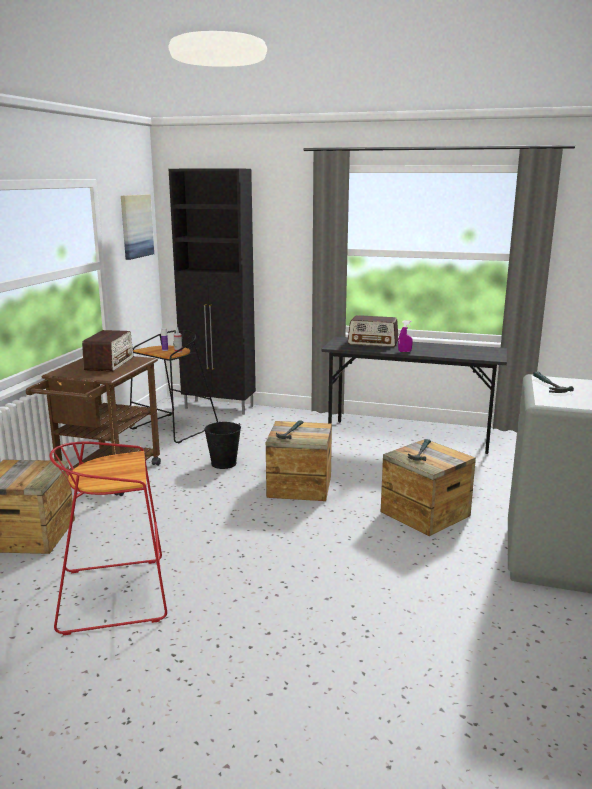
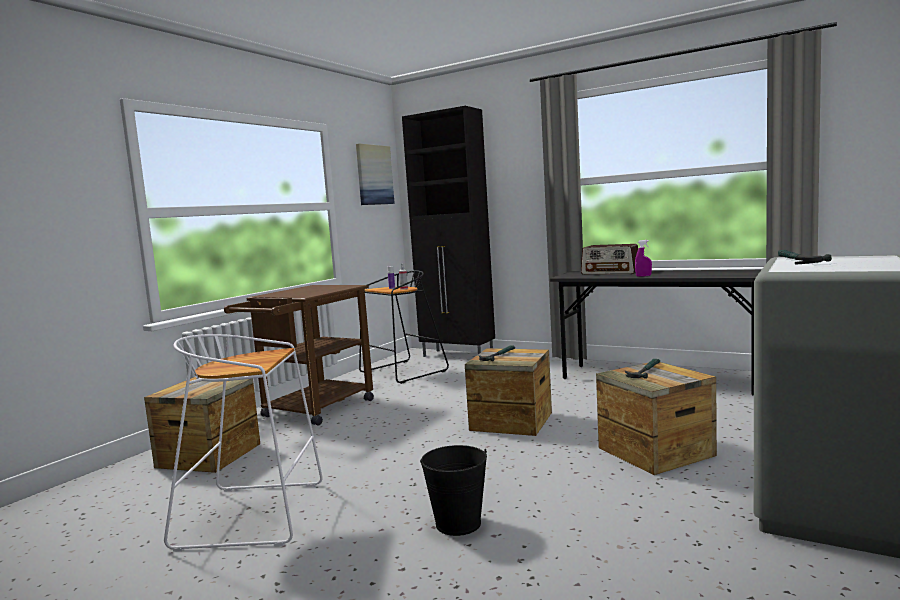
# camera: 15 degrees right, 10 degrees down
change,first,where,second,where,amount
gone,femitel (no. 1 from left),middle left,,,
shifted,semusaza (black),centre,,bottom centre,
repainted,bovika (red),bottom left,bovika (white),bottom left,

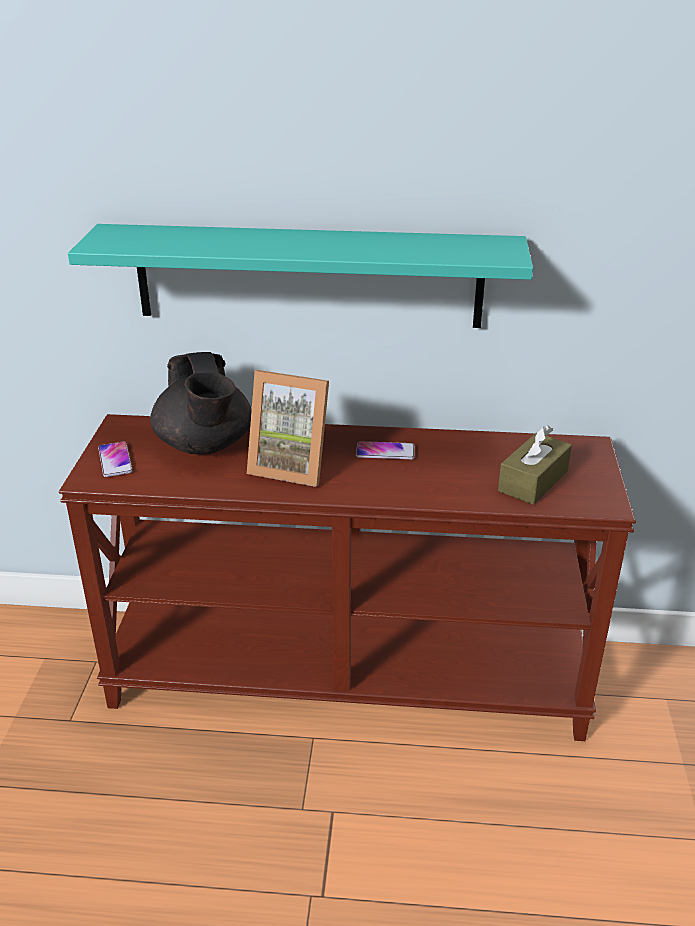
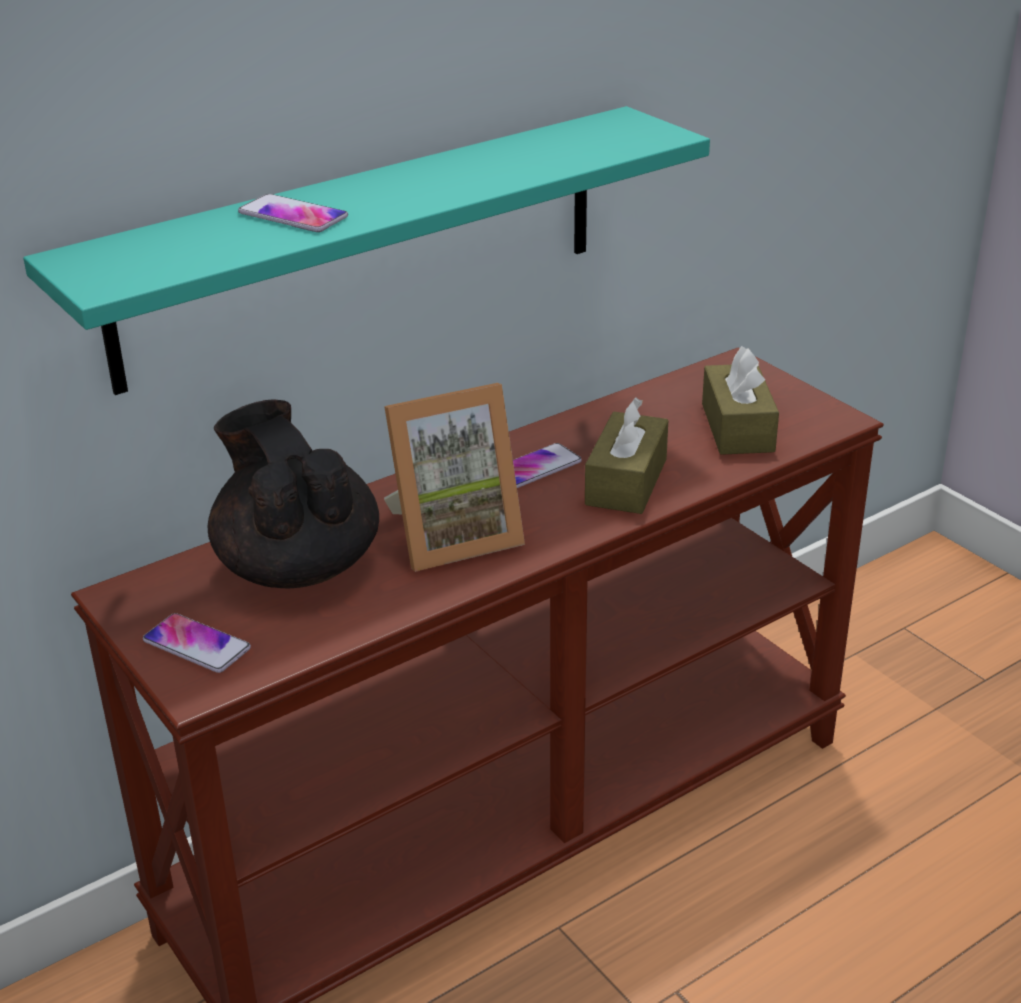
# camera: 40 degrees left, 0 degrees up
change,first,where,second,where,amount
rotated,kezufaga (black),middle left,,middle left,150 degrees counterclockwise
new,,,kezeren (no. 2 from left),top left,
new,,,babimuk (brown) (no. 1 from left),centre,

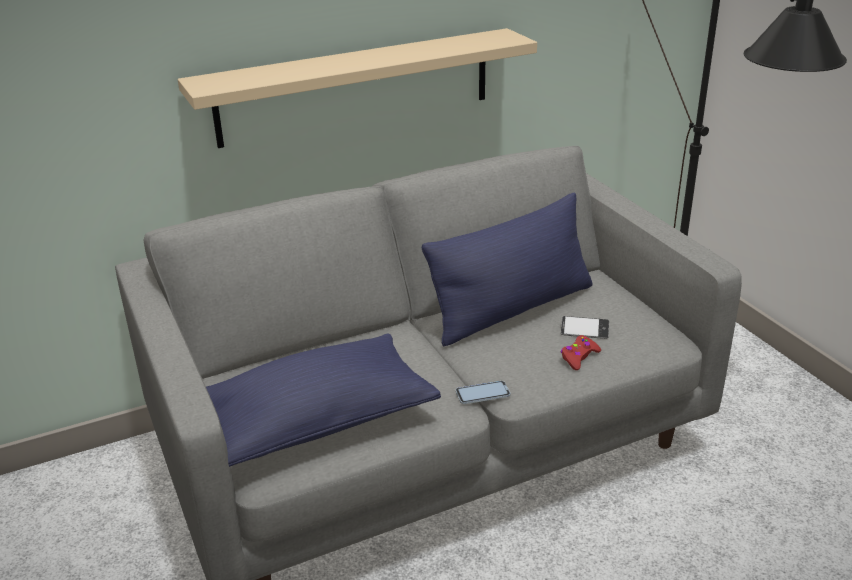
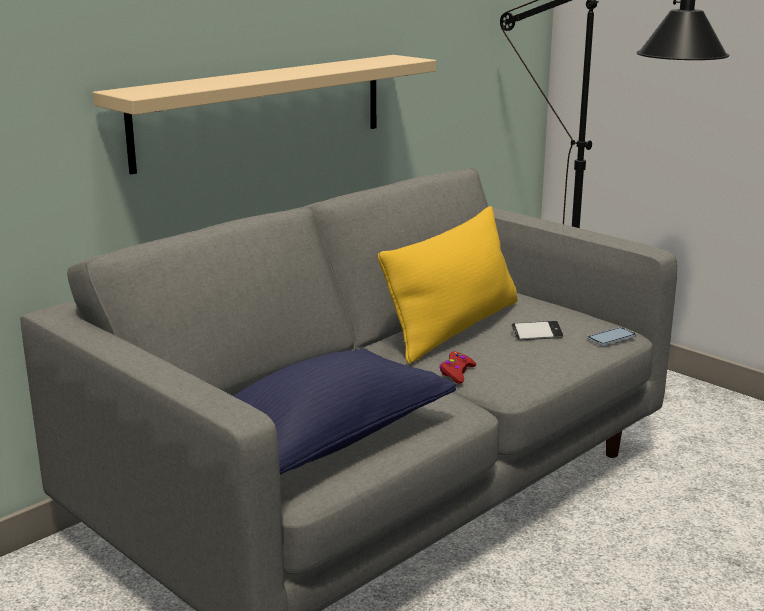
# camera: 20 degrees left, 10 degrees down
change,first,where,second,where,amount
repainted,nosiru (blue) (no. 2 from left),centre,nosiru (yellow),centre,
shifted,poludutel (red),middle right,,centre,
shifted,kezeren (no. 1 from left in the first image),bottom centre,kezeren (no. 2 from left),middle right,

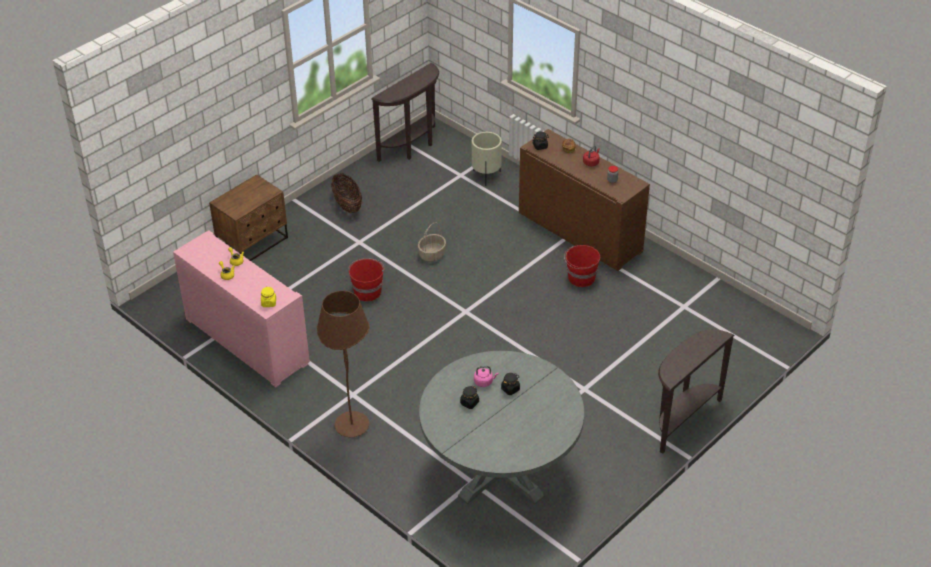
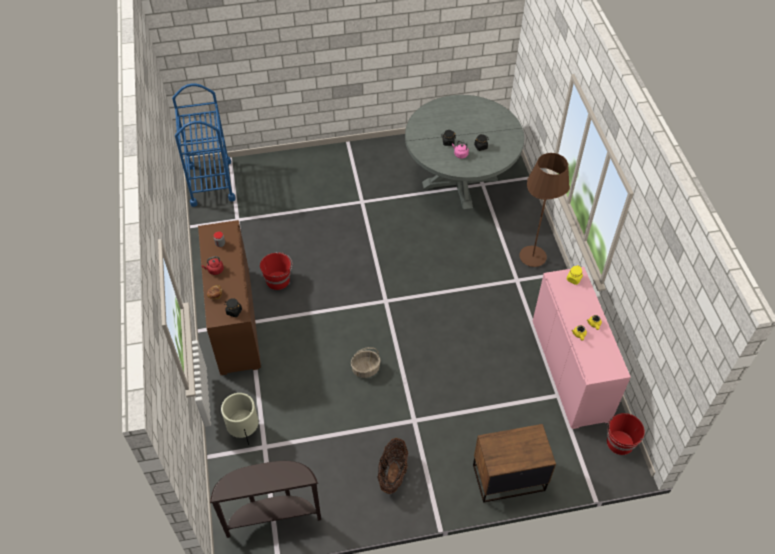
# camera: 145 degrees left, 10 degrees up
change,first,where,second,where,amount
shifted,semusaza (red) (no. 1 from left in the first image),centre,semusaza (red) (no. 2 from left),bottom right,
gone,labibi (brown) (no. 2 from left),bottom right,,,
new,,,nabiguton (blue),top left,

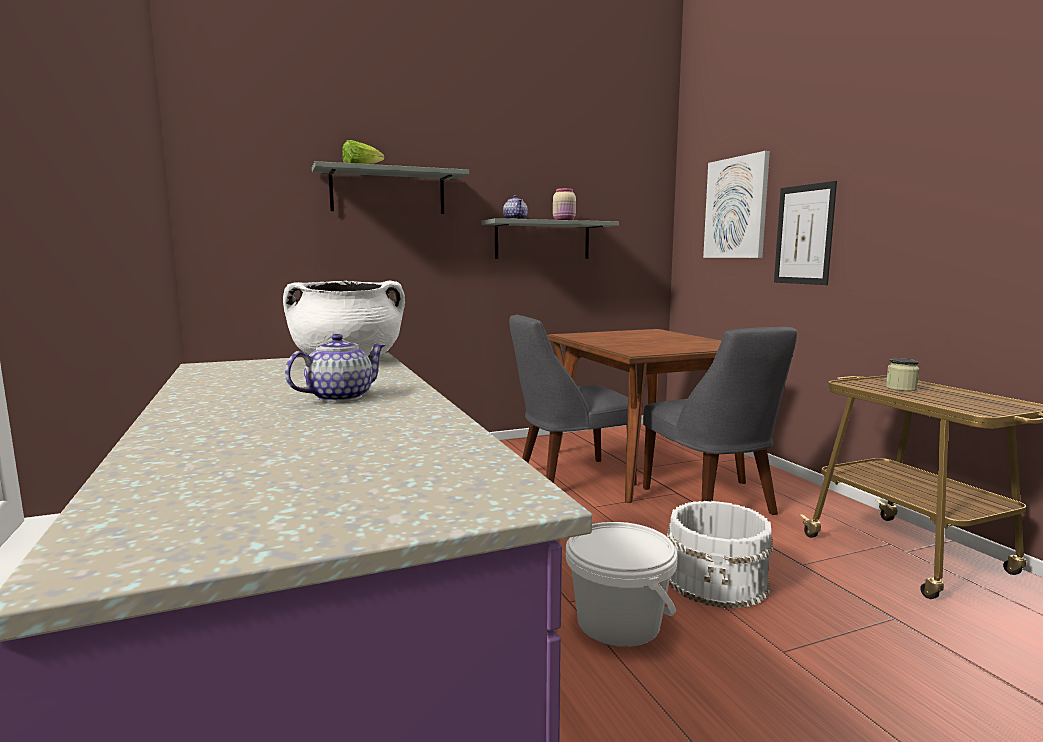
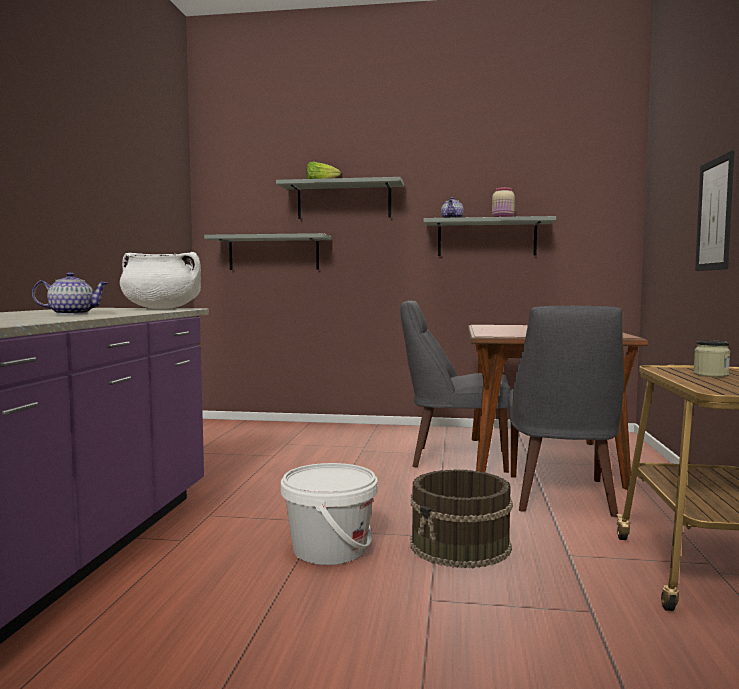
# camera: 30 degrees right, 5 degrees down
change,first,where,second,where,amount
gone,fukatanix (no. 1 from left),top right,,,
repainted,semusaza (white) (no. 2 from left),bottom right,semusaza (brown),bottom centre,
new,,,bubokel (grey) (no. 1 from left),centre,

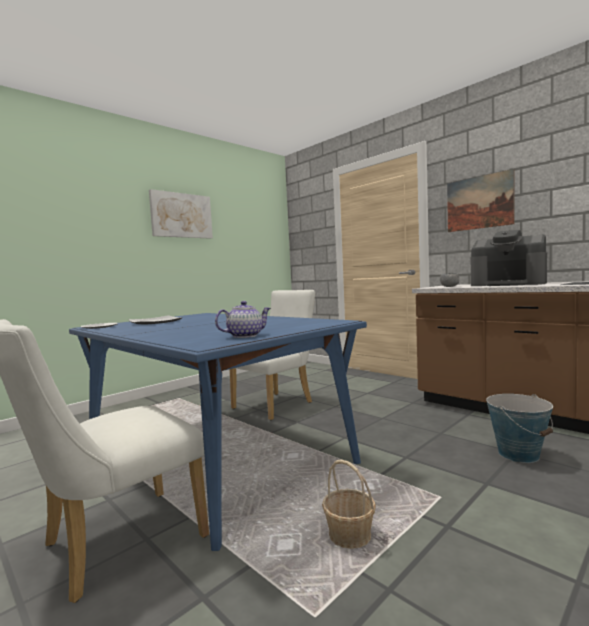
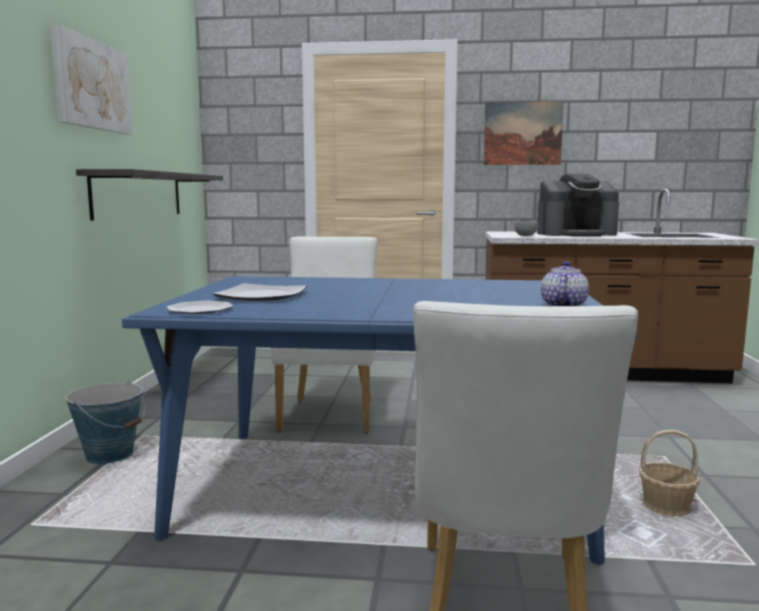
# camera: 40 degrees left, 5 degrees up
change,first,where,second,where,amount
shifted,semusaza,bottom right,,bottom left,
new,,,bubokel,top left,

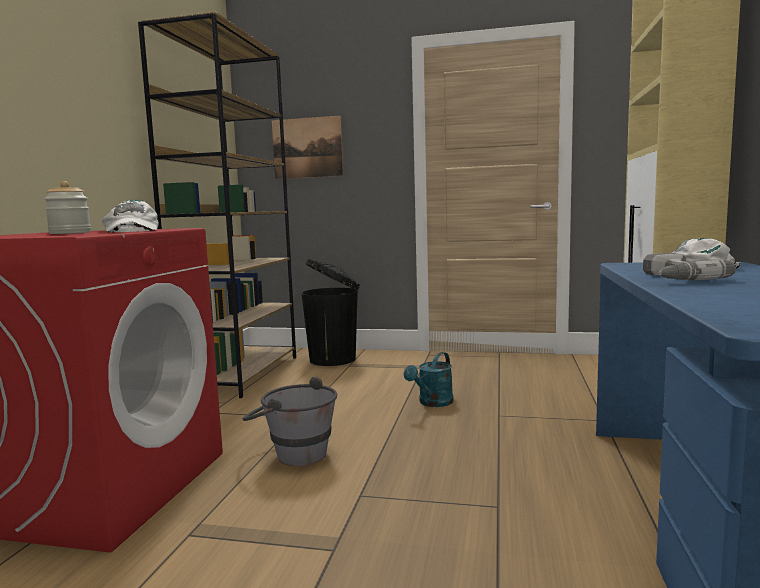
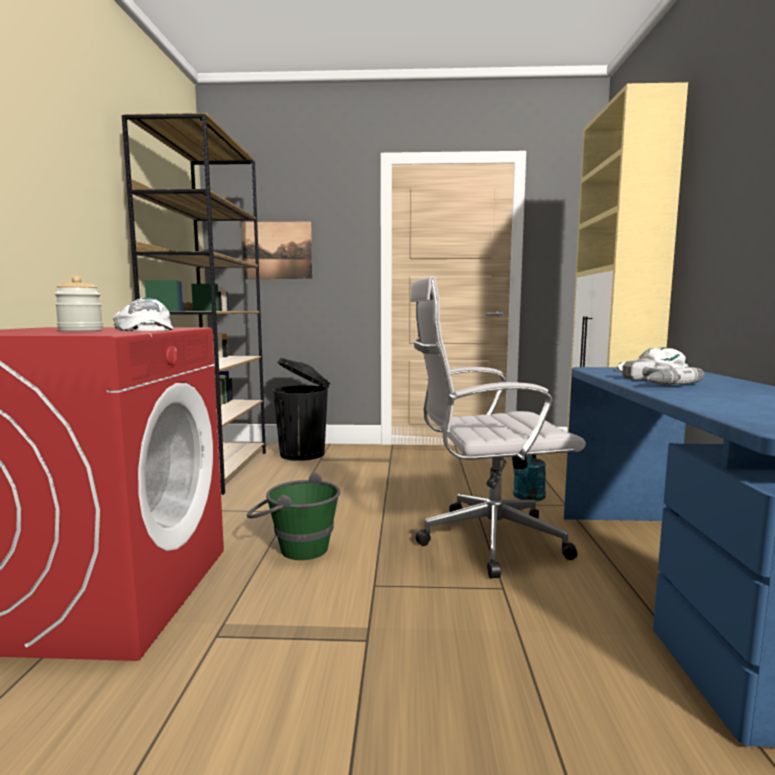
# camera: 10 degrees left, 0 degrees up
change,first,where,second,where,amount
shifted,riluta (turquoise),centre,,middle right,
repainted,semusaza (grey),bottom centre,semusaza (green),centre,
new,,,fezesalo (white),centre,

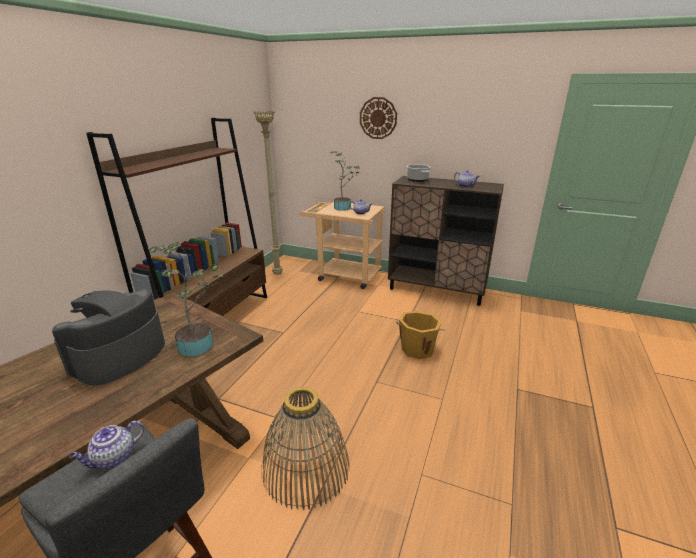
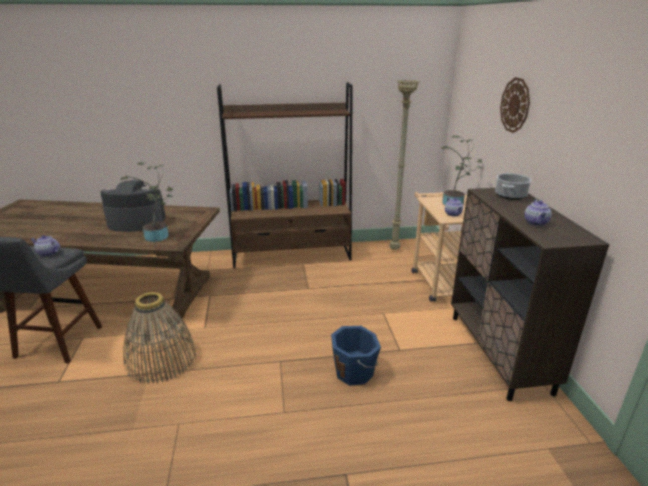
# camera: 60 degrees right, 0 degrees up
change,first,where,second,where,amount
repainted,semusaza (orange),centre,semusaza (blue),bottom centre,

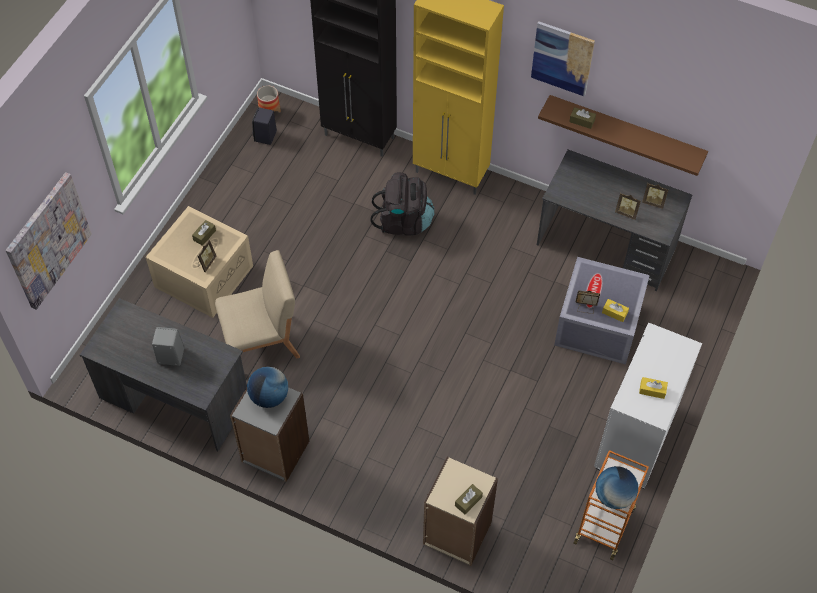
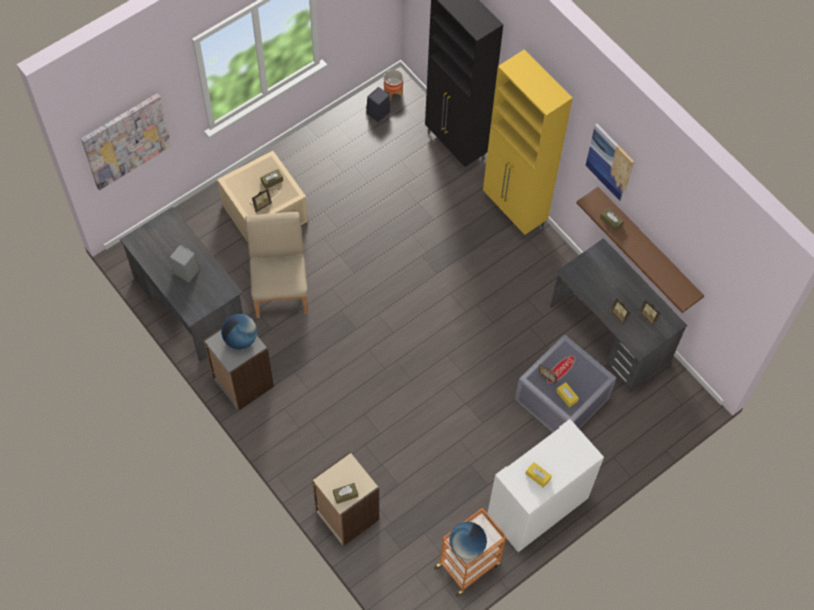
# camera: 25 degrees right, 5 degrees up
change,first,where,second,where,amount
gone,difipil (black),centre,,,
rotated,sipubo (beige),middle left,,centre,105 degrees counterclockwise

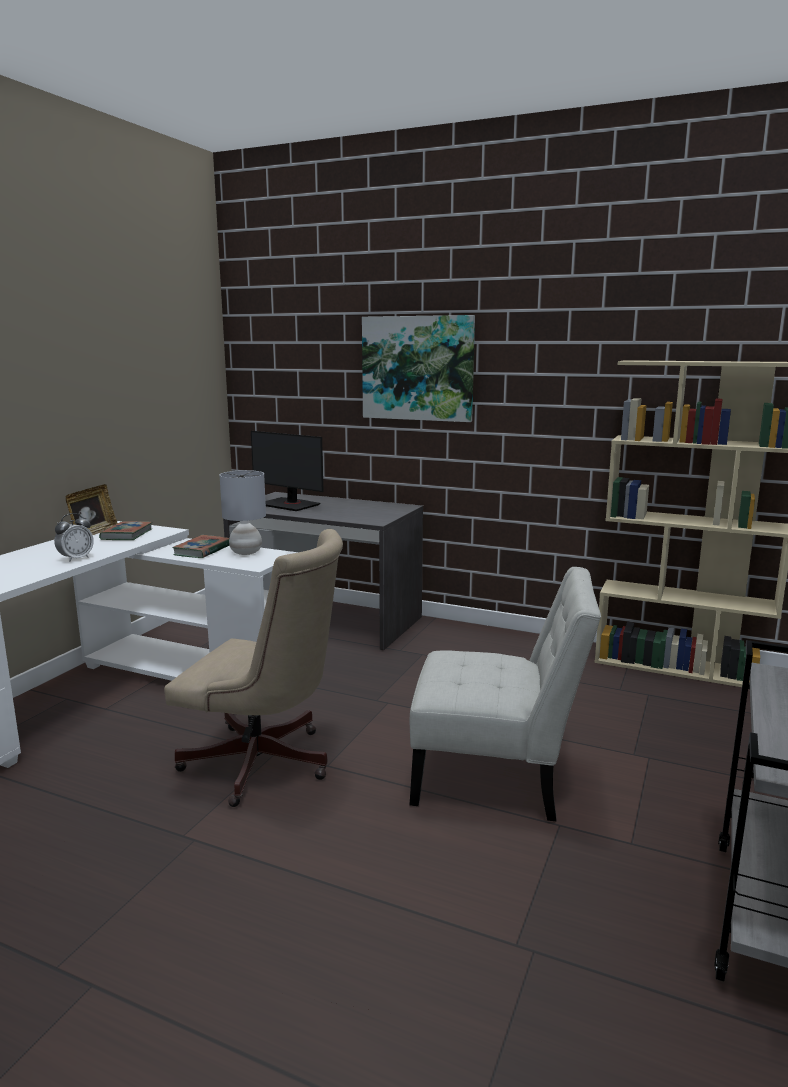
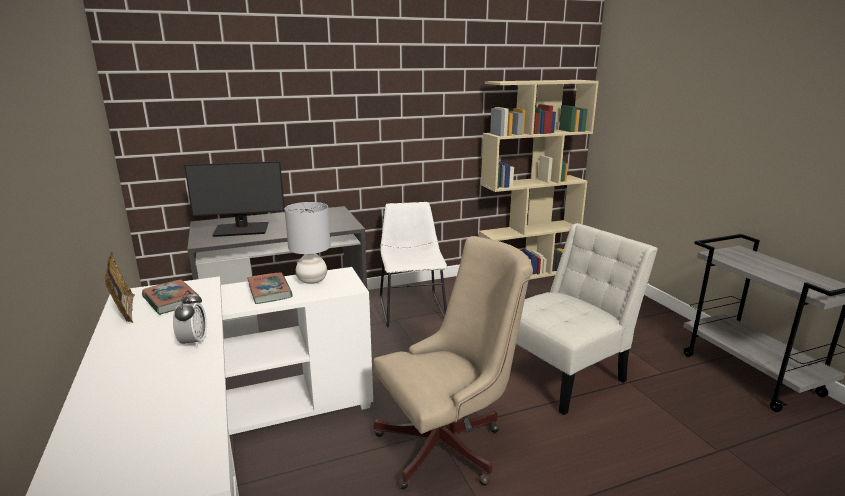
# camera: 45 degrees left, 5 degrees up
change,first,where,second,where,amount
gone,fukatanix,centre,,,
new,,,sipubo (white) (no. 1 from left),centre,

